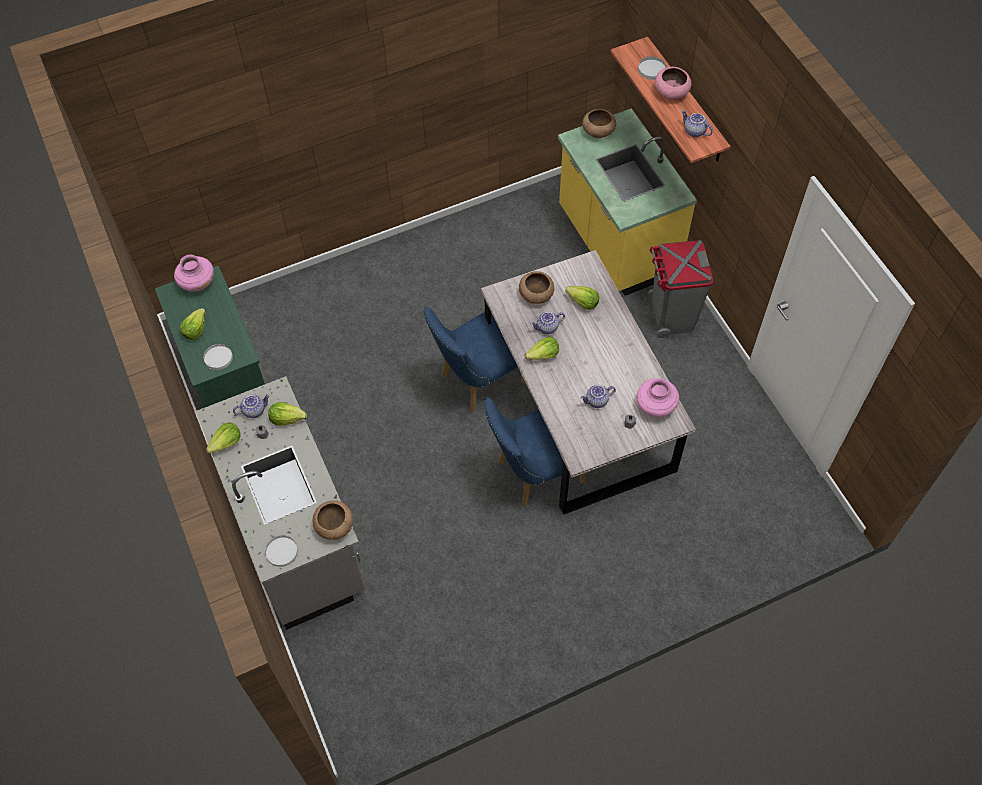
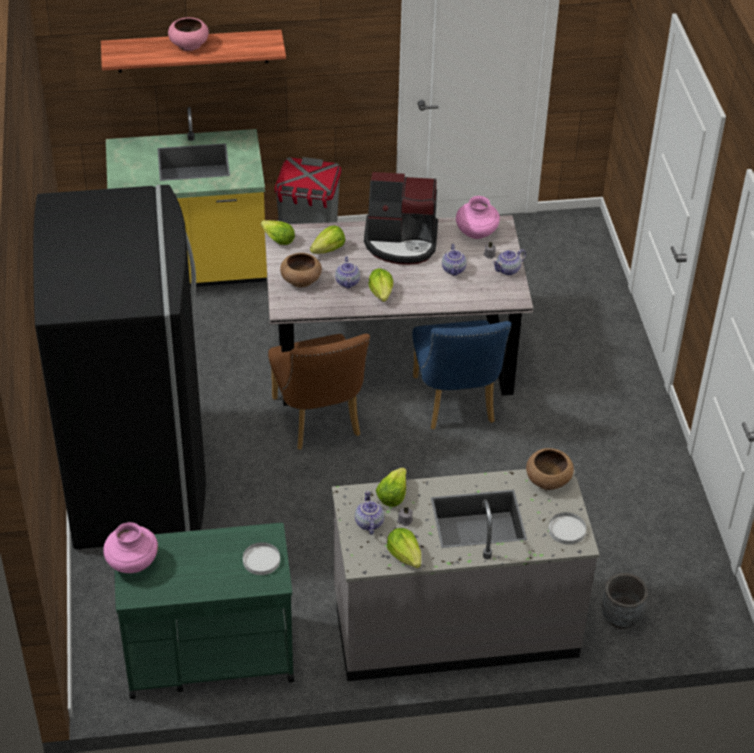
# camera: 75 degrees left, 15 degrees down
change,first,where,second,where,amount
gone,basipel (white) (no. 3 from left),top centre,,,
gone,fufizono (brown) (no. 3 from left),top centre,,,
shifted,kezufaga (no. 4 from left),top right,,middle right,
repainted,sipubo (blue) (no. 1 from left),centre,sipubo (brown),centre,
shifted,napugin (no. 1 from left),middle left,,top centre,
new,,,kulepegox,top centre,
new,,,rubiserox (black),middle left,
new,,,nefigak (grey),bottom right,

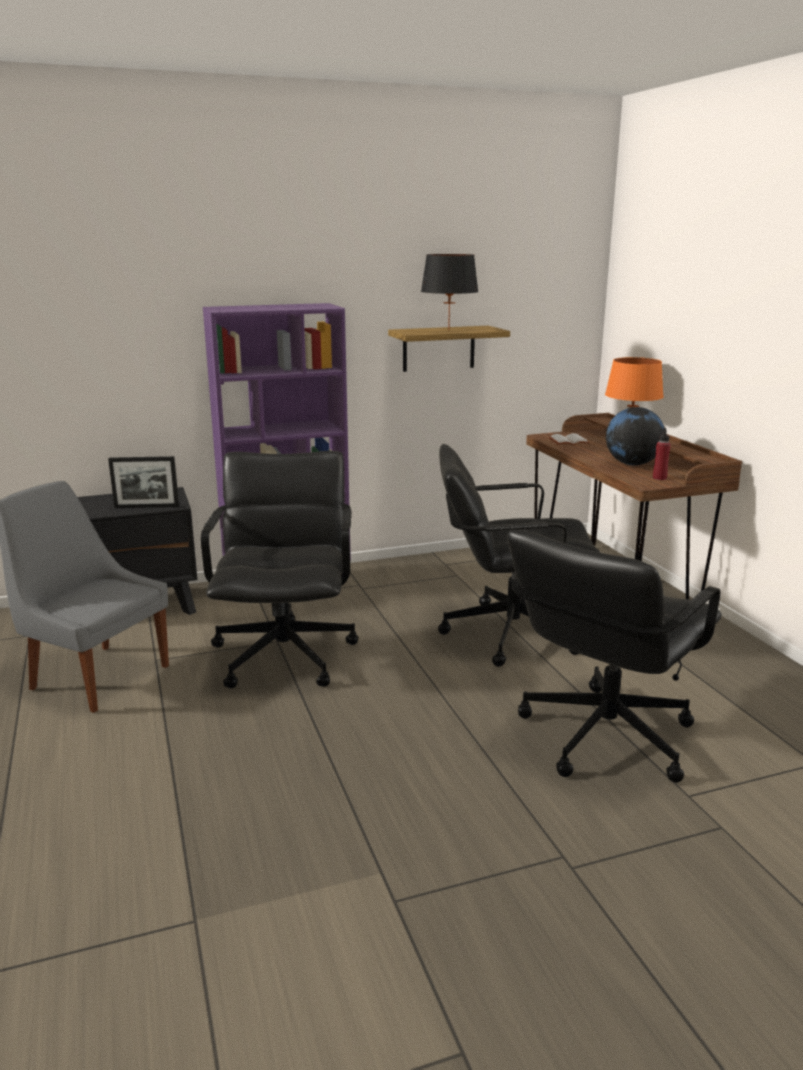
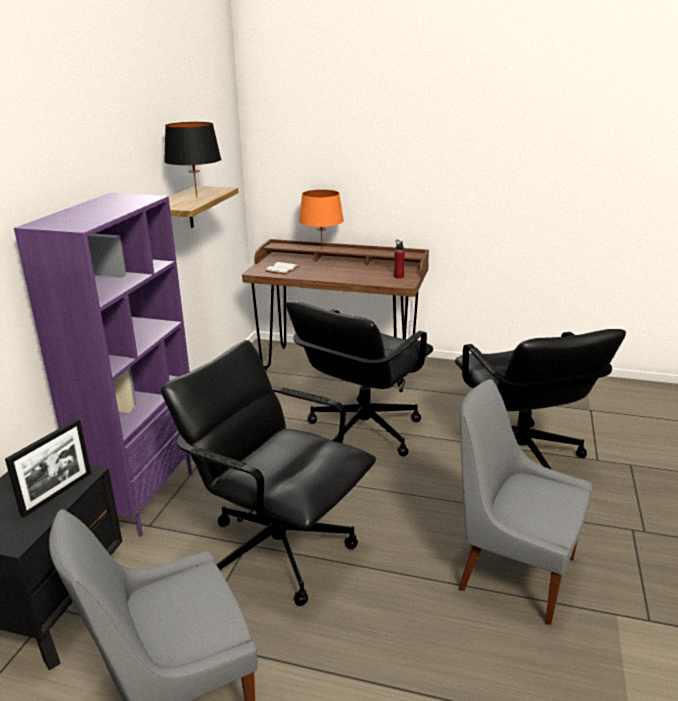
# camera: 55 degrees left, 5 degrees up
change,first,where,second,where,amount
gone,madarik,middle right,,,
new,,,sipubo (grey) (no. 2 from left),bottom right,

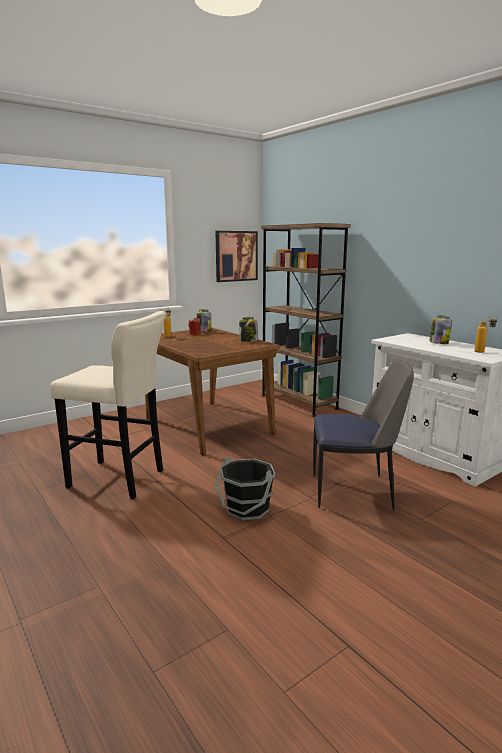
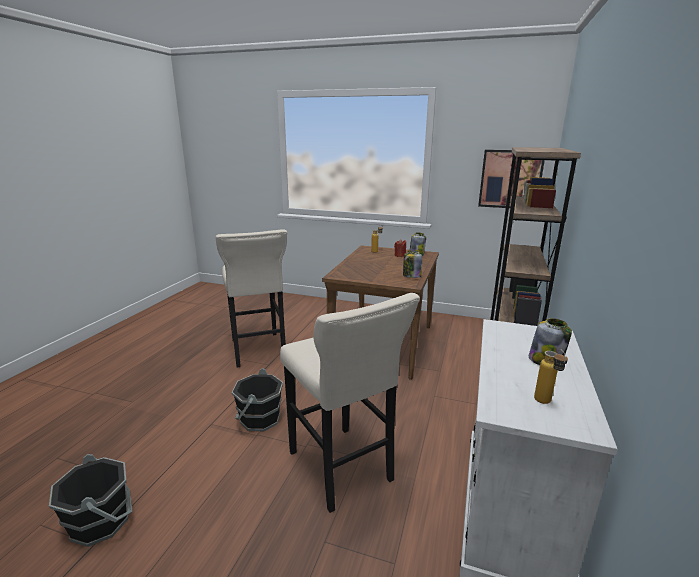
# camera: 55 degrees right, 5 degrees up
change,first,where,second,where,amount
swapped,sipubo,middle right,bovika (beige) (no. 2 from left),bottom centre,
new,,,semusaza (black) (no. 1 from left),bottom left,

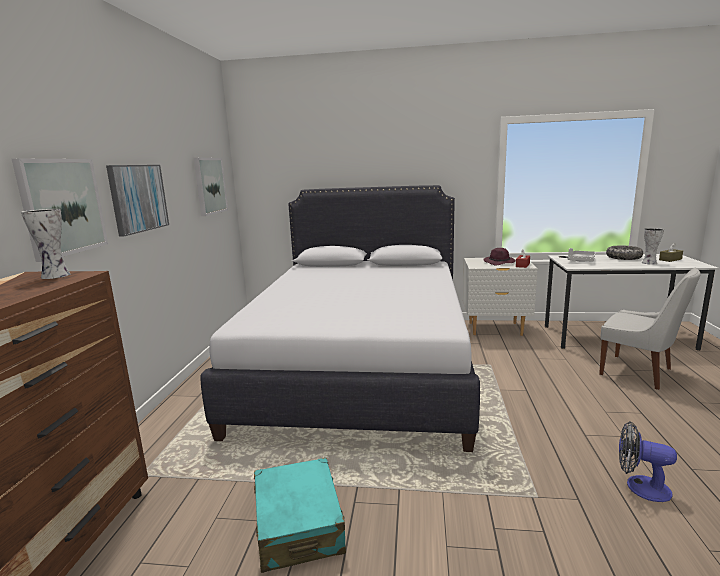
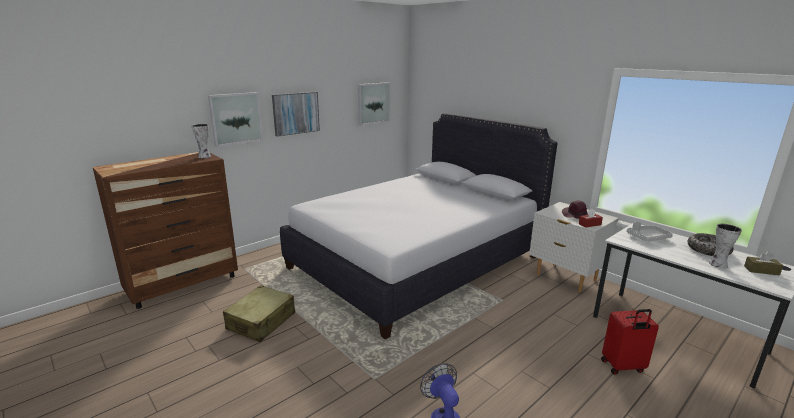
# camera: 40 degrees right, 5 degrees up
change,first,where,second,where,amount
swapped,sipubo (white),middle right,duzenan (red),bottom right,
repainted,duzenan (turquoise),bottom centre,duzenan (beige),bottom left,

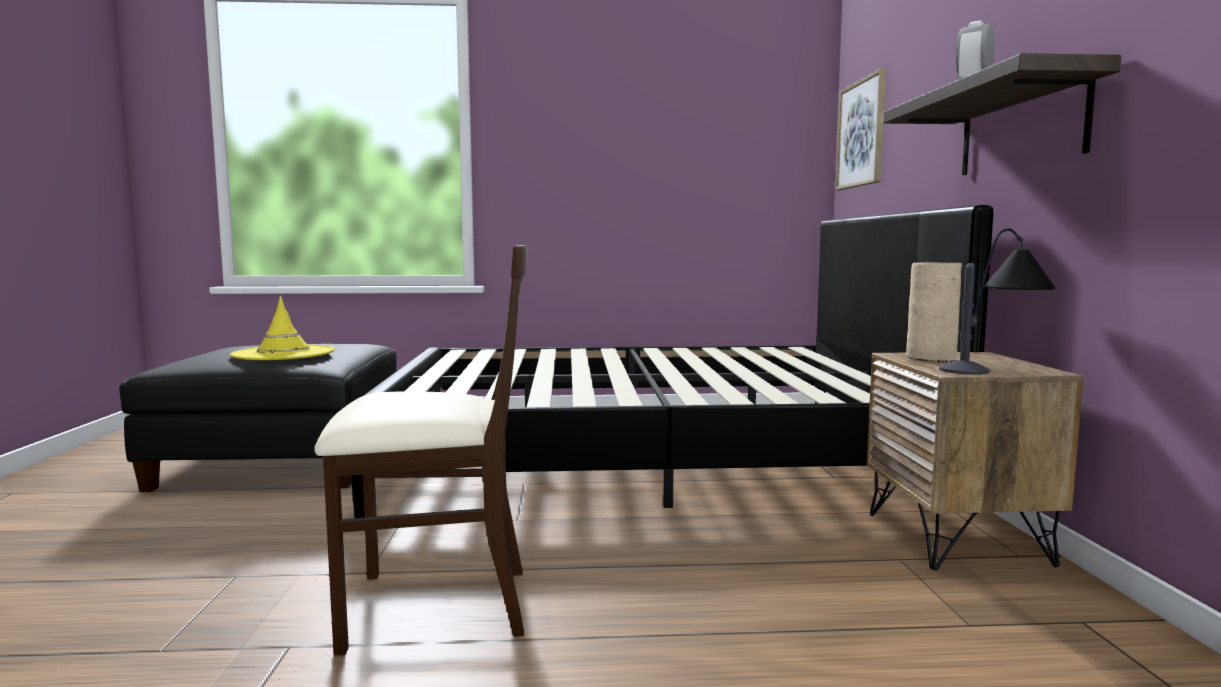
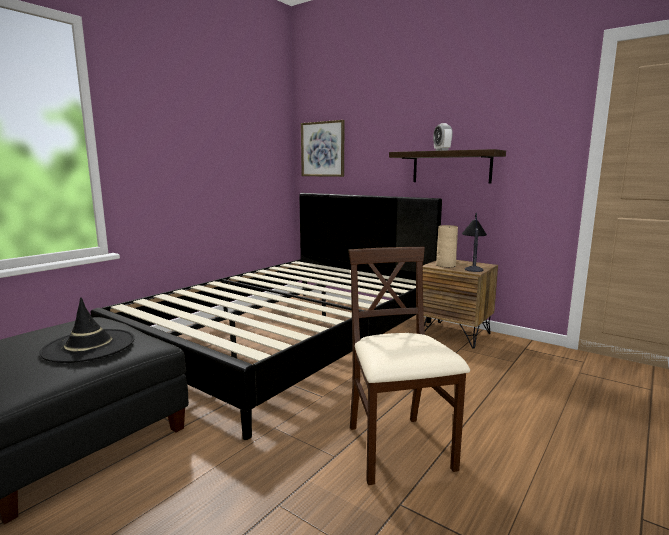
# camera: 50 degrees left, 5 degrees up
change,first,where,second,where,amount
rotated,sipubo (beige),centre,,bottom centre,45 degrees counterclockwise
repainted,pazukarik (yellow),middle left,pazukarik (black),middle left,

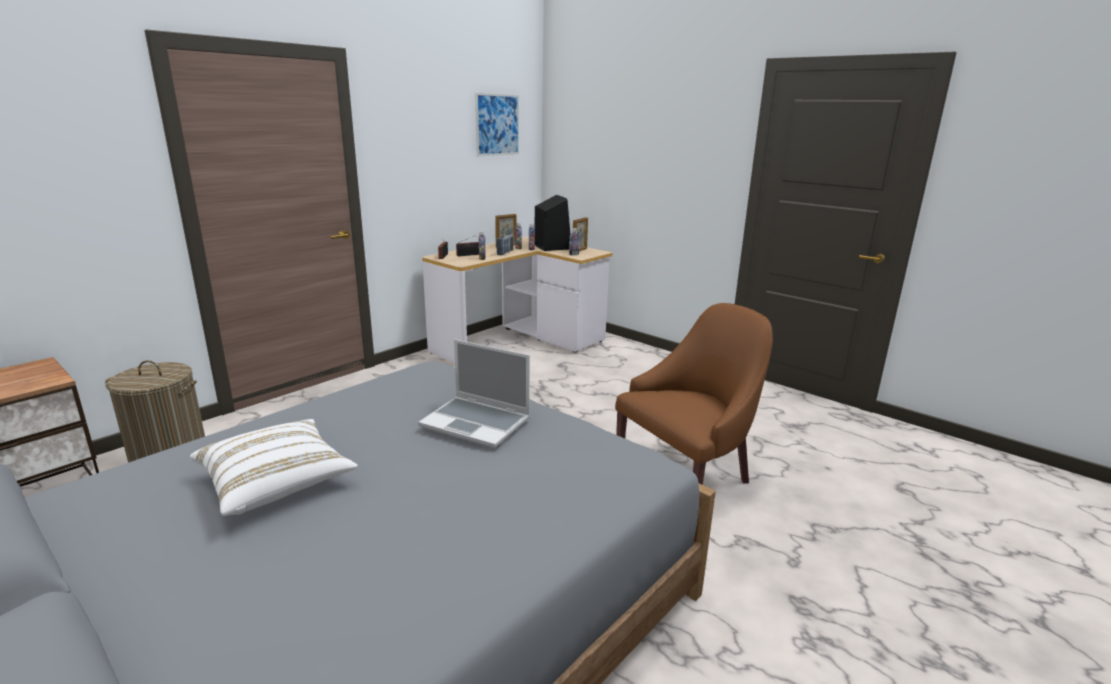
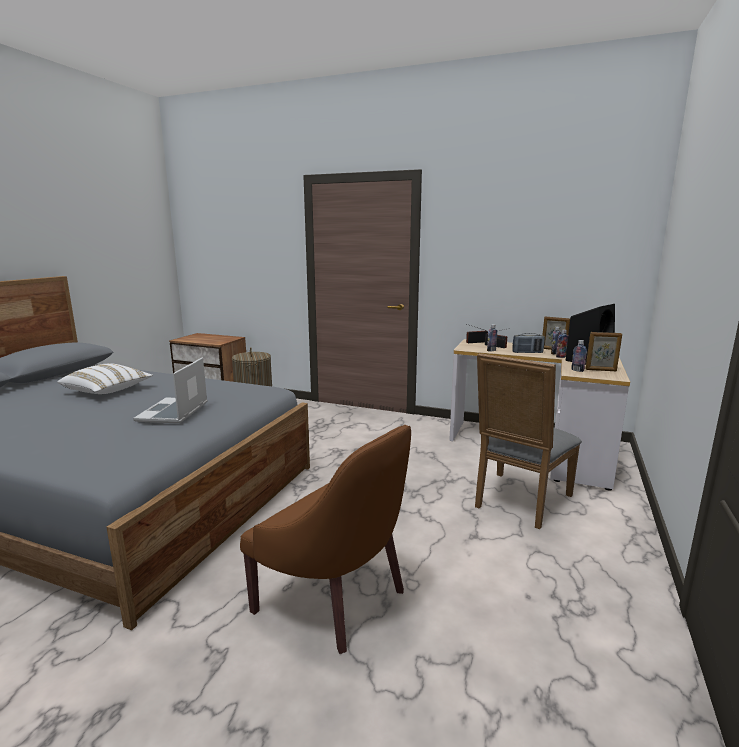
# camera: 70 degrees right, 5 degrees down
change,first,where,second,where,amount
gone,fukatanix,top centre,,,
new,,,sipubo (grey),middle right,

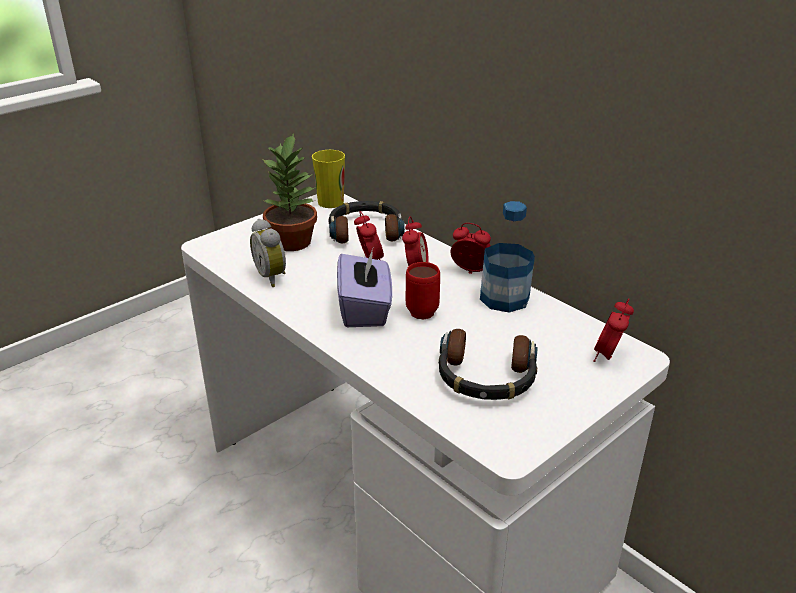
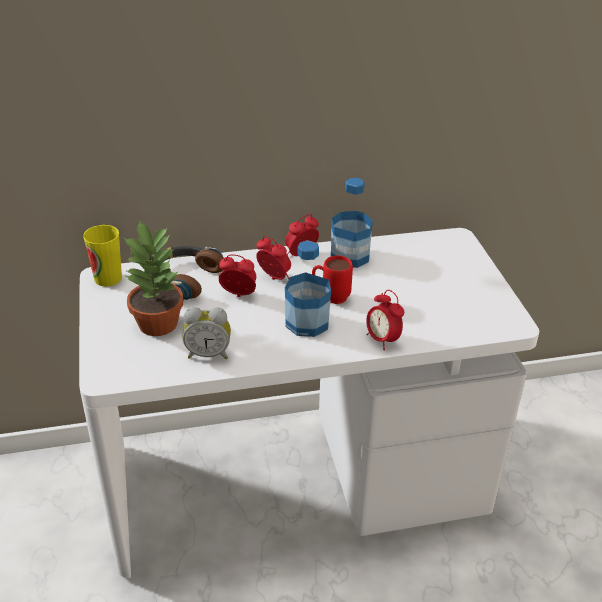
# camera: 60 degrees left, 5 degrees up
change,first,where,second,where,amount
swapped,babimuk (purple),centre,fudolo (no. 1 from left),centre,
shifted,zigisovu (no. 5 from left),middle right,,centre,
gone,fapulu (no. 2 from left),centre,,,

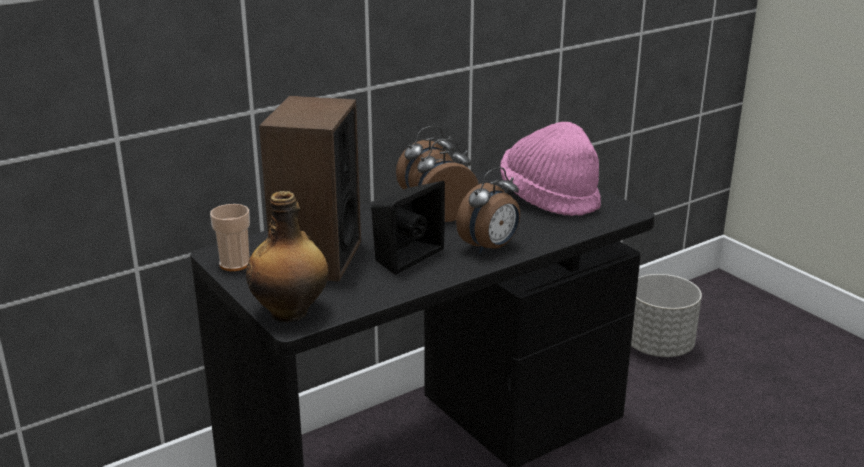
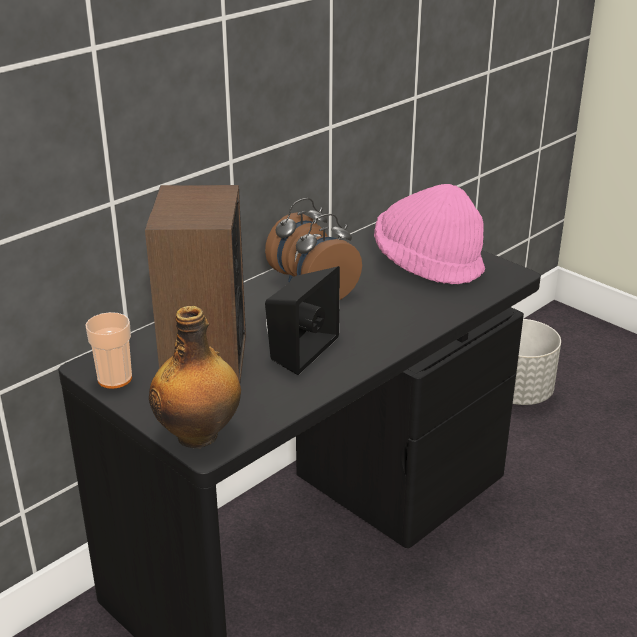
# camera: 10 degrees left, 5 degrees up
change,first,where,second,where,amount
gone,zigisovu (no. 3 from left),centre,,,

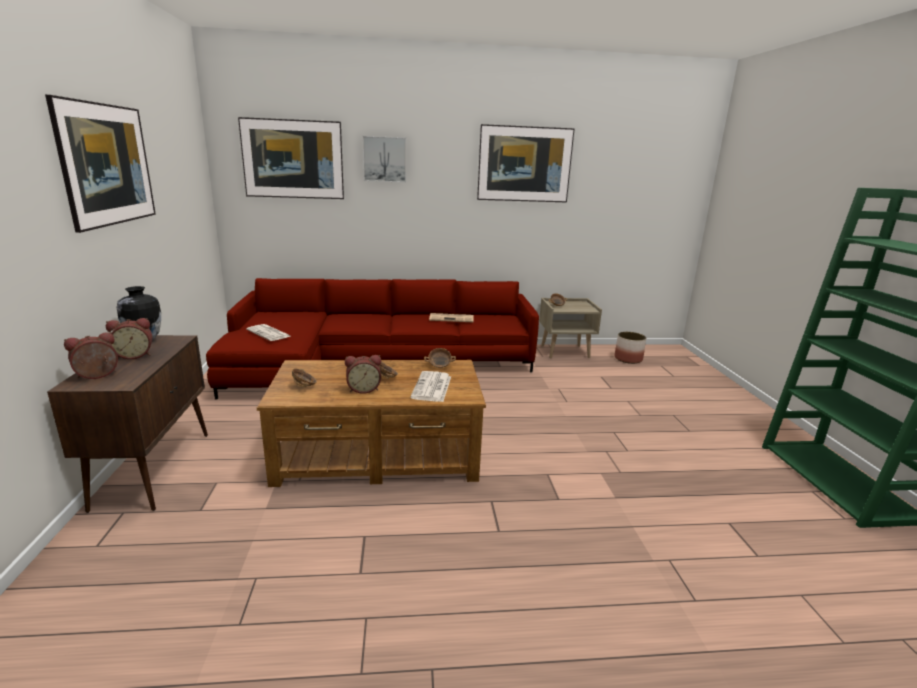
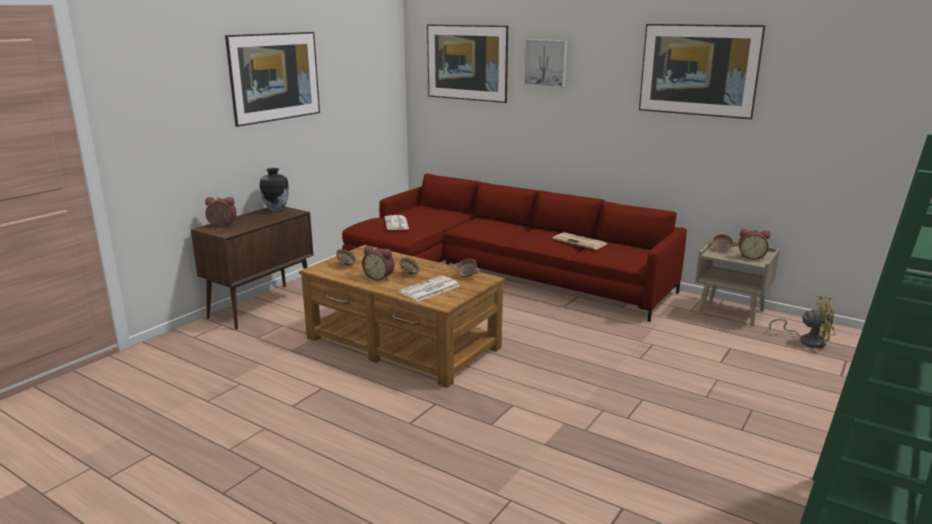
# camera: 40 degrees right, 0 degrees up
change,first,where,second,where,amount
shifted,zigisovu (no. 2 from left in the first image),middle left,zigisovu (no. 3 from left),middle right,
swapped,nefigak,middle right,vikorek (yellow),middle right,

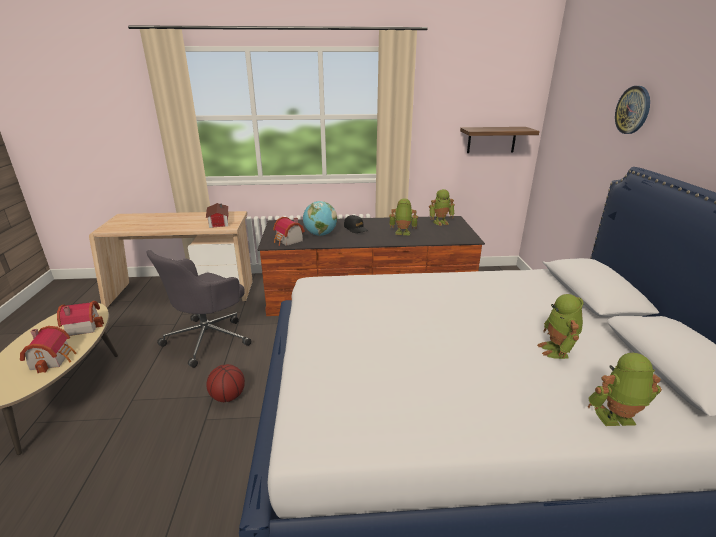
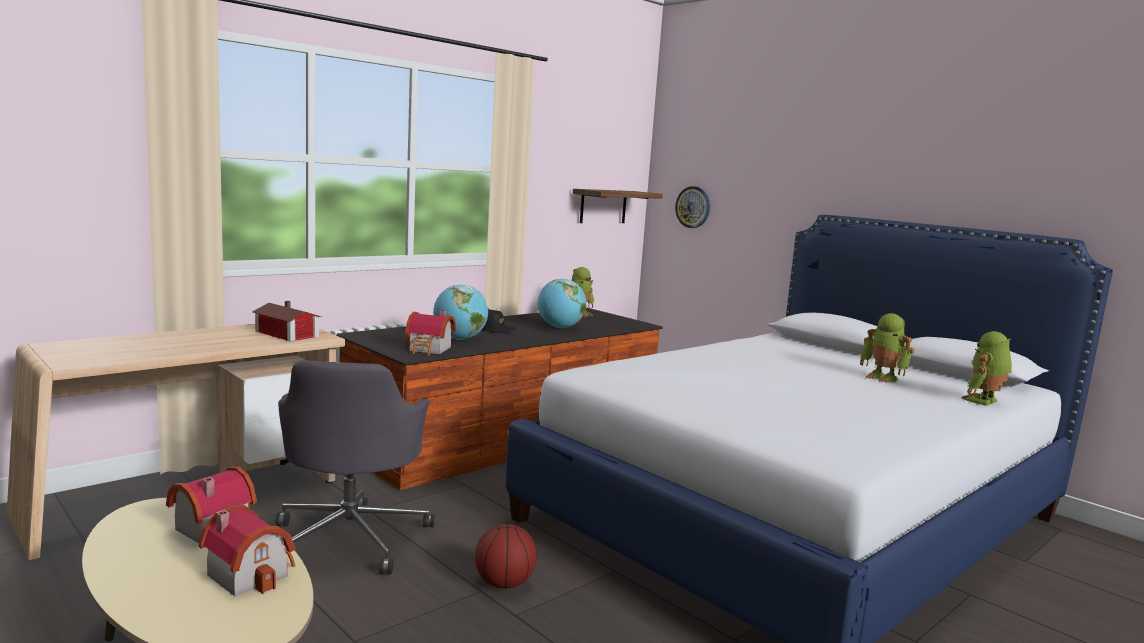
# camera: 40 degrees left, 15 degrees down
change,first,where,second,where,amount
shifted,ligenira,top right,,top centre,
swapped,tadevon (no. 1 from left),centre,madarik (no. 2 from left),centre,

